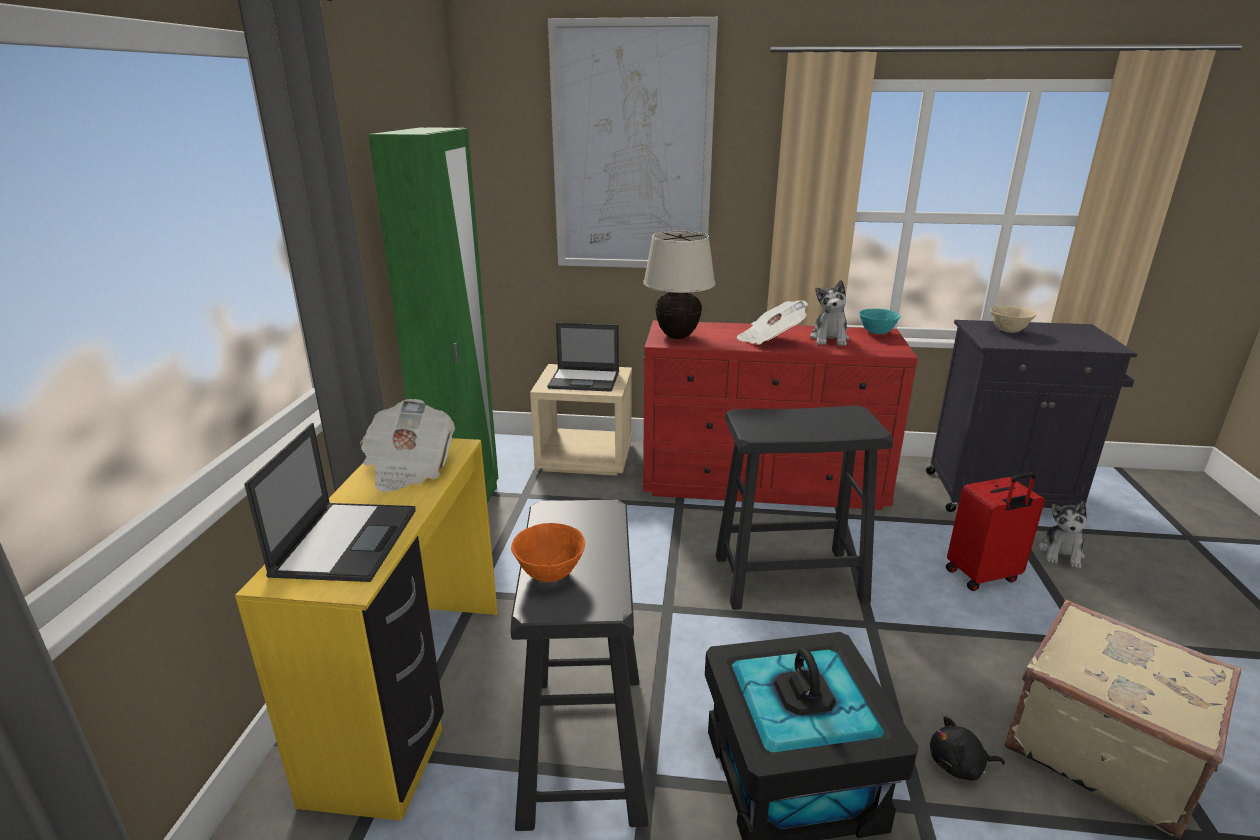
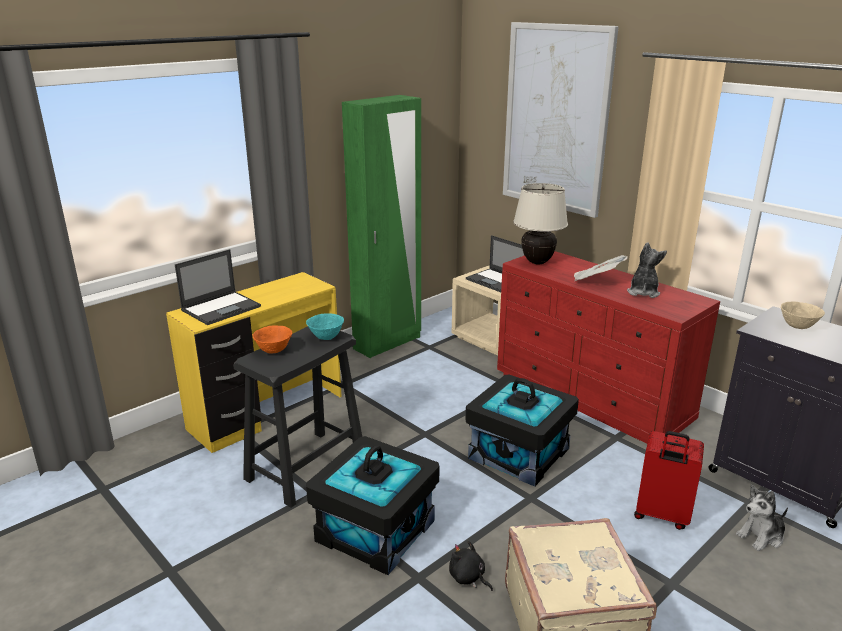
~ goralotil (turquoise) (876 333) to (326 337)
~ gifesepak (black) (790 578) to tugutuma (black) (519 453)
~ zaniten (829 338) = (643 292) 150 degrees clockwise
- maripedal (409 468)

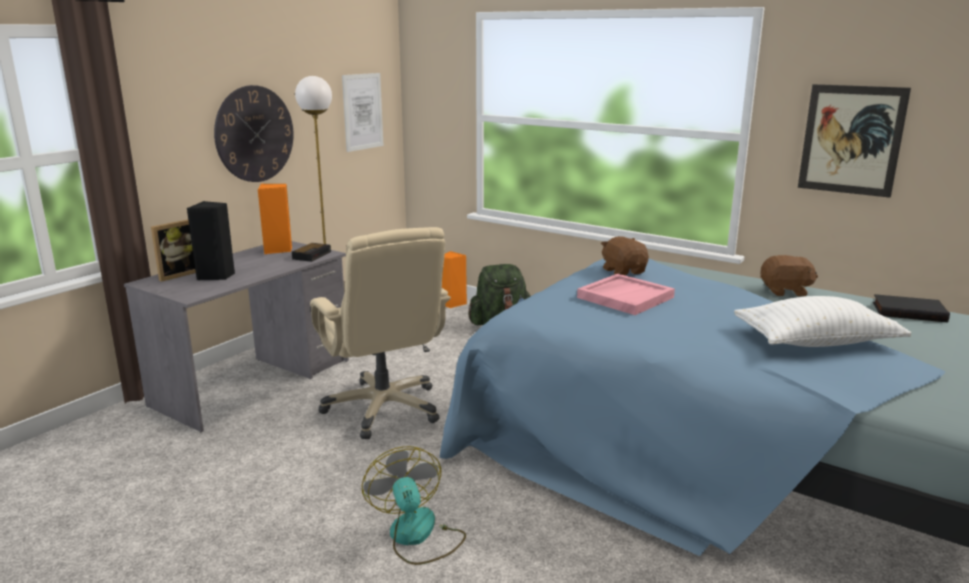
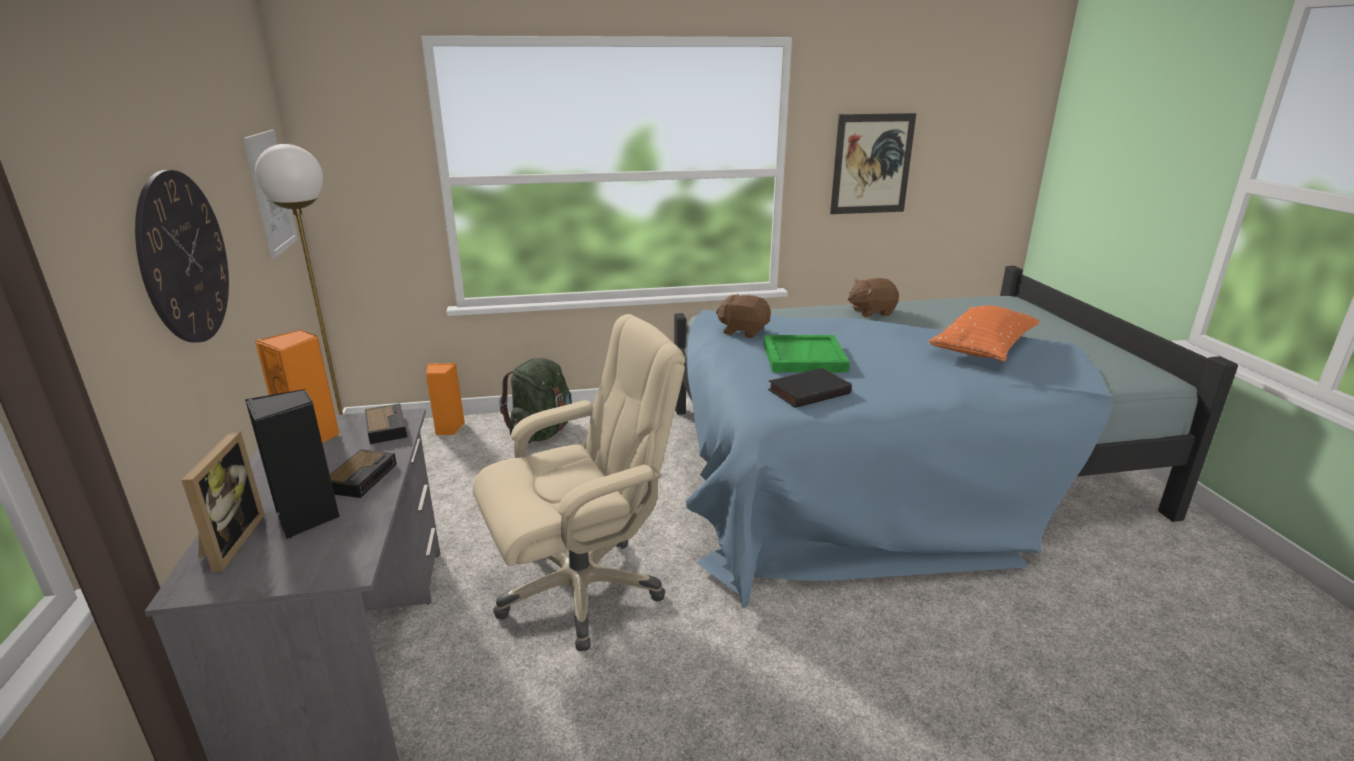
+ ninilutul (362 477)
~ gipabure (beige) (384 408) = (582 589) 45 degrees counterclockwise
~ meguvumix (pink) (625 297) to meguvumix (green) (803 357)
~ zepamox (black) (909 312) to (808 391)
~ zaniten (brown) (785 291) = (871 312) 150 degrees counterclockwise
~ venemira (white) (815 342) to venemira (orange) (982 349)
- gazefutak (417 536)

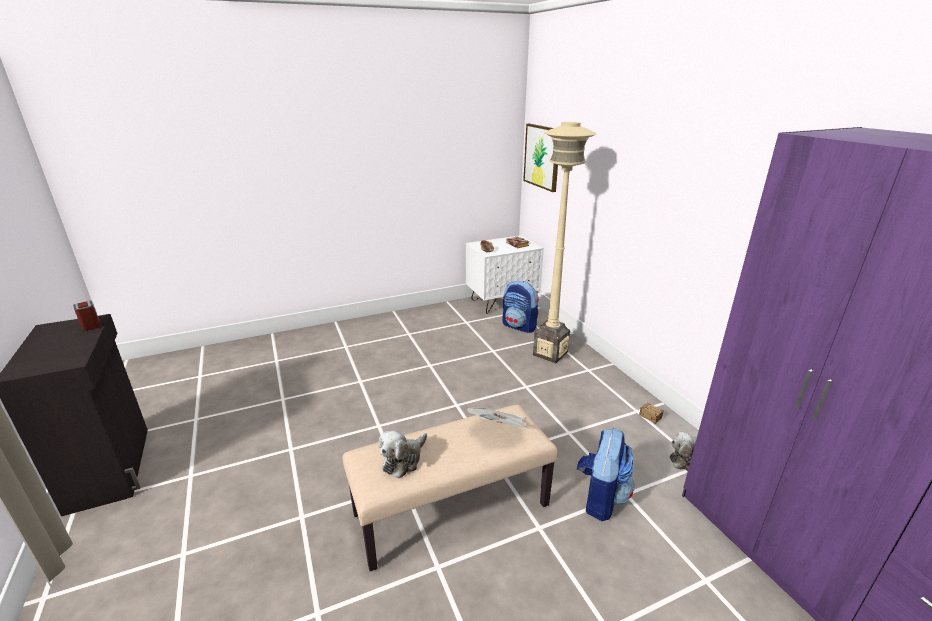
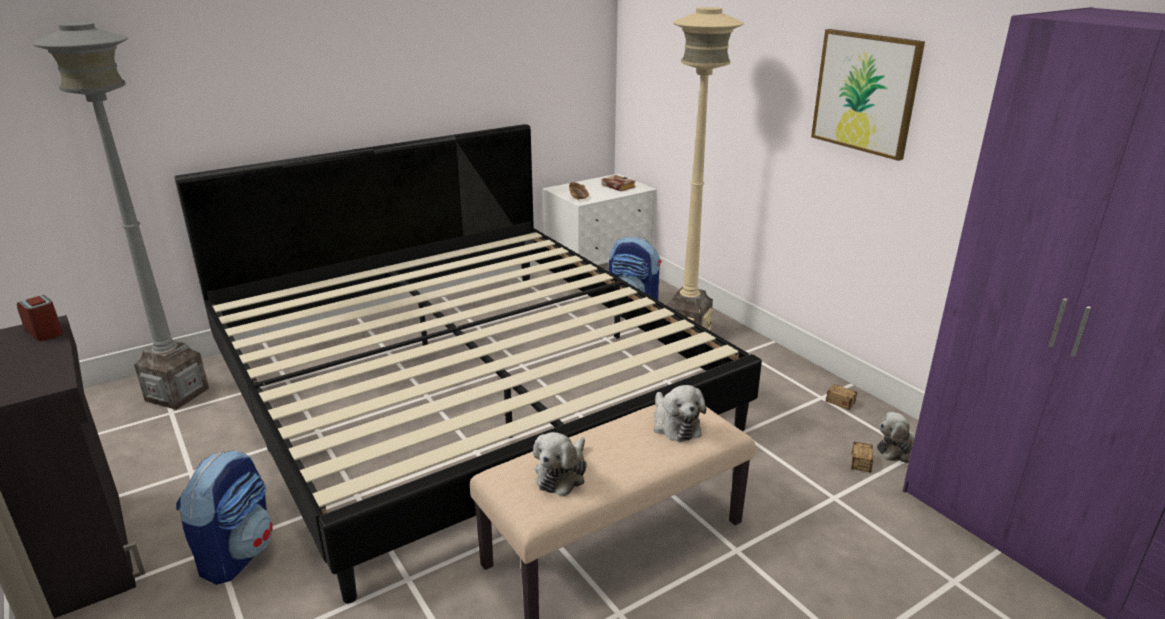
+ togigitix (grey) (177 394)
+ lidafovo (465 389)
~ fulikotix (600 498) to (237 553)
~ maripedal (499 429) to zaniten (675 424)
~ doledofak (542 156) to (865 92)
+ tugutuma (860 475)

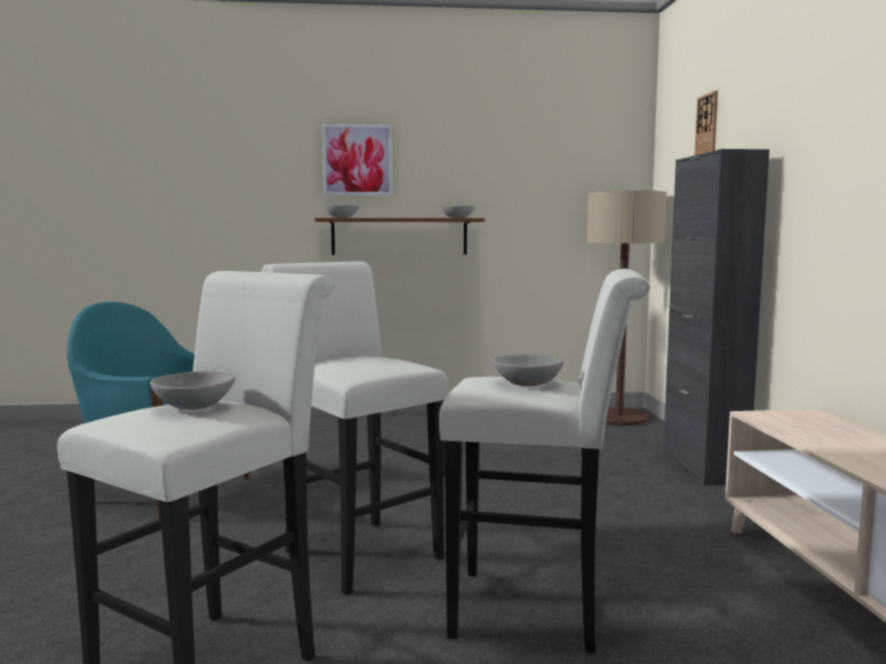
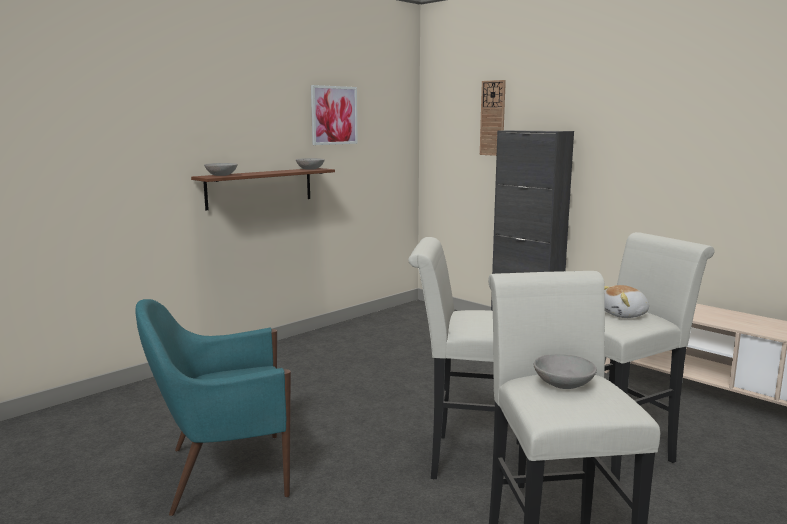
~ doledofak (357 160) to (334 115)
~ goralotil (grey) (527 384) to zaniten (624 315)
- togigitix (619 418)

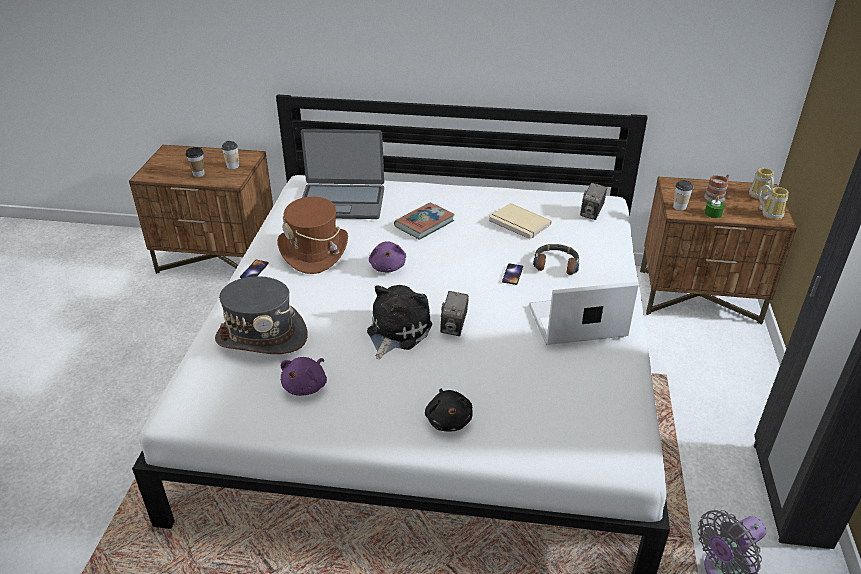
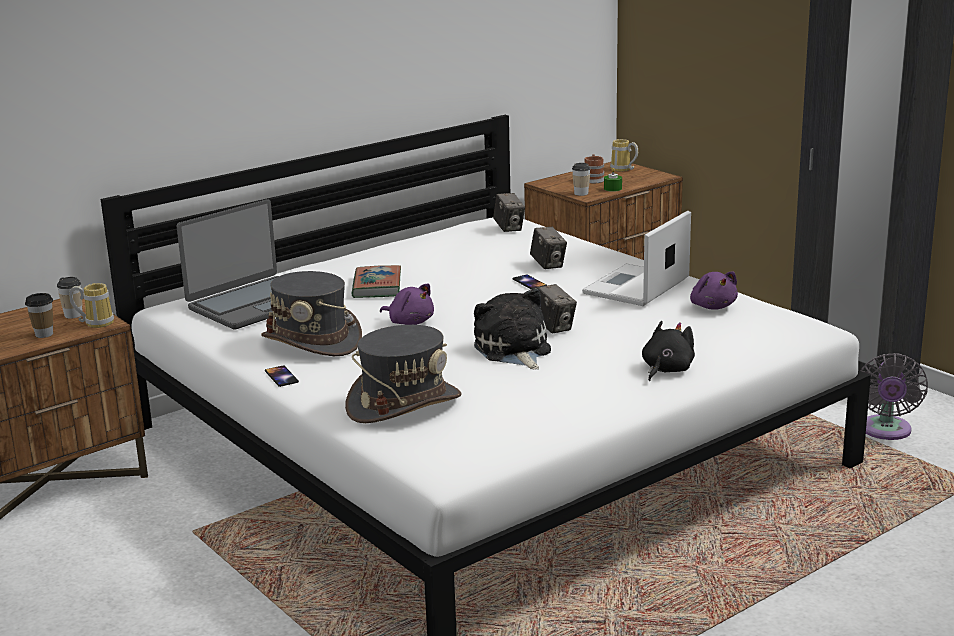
~ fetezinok (769 213) to (96 322)
~ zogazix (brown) (314 251) to zogazix (grey) (312 341)
~ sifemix (556 264) to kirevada (548 265)
~ zaniten (black) (448 420) = (666 370) 90 degrees counterclockwise
~ zaniten (purple) (306 386) to (712 306)
- zepamox (beige) (518 224)

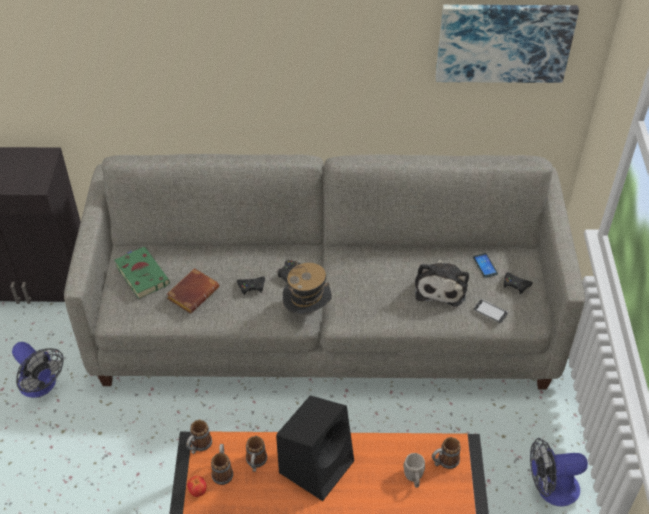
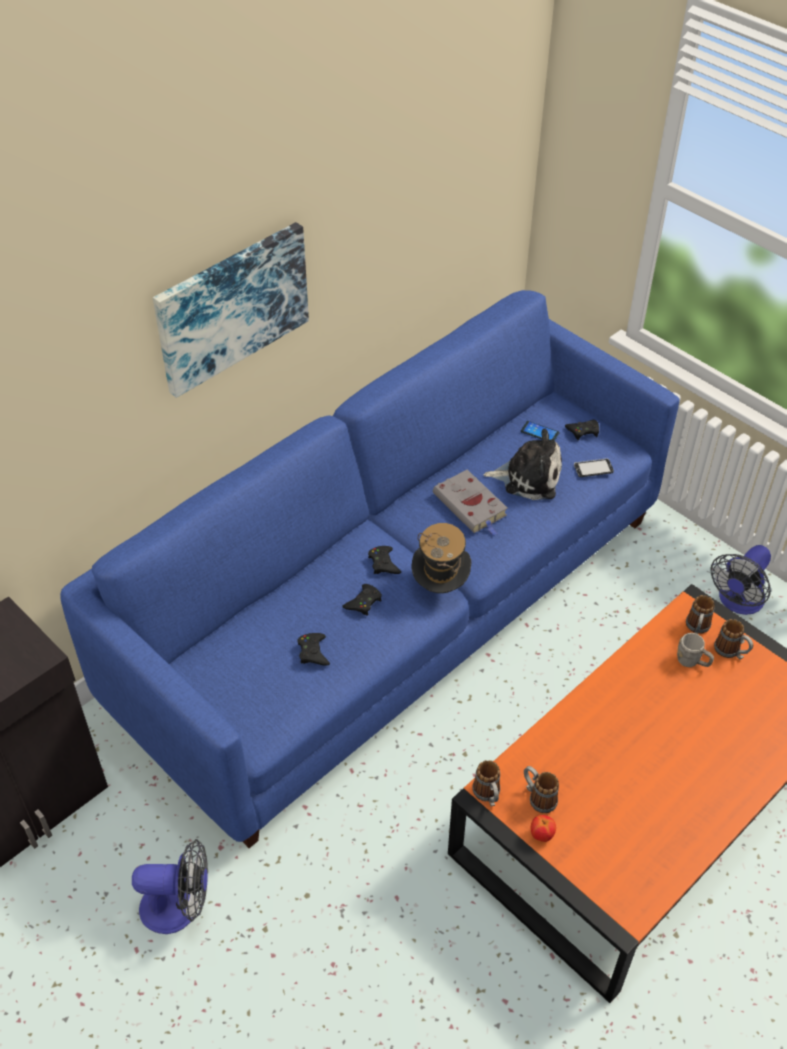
~ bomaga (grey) (325 322) to bomaga (blue) (392 608)
~ doledofak (504 41) to (231 307)
~ zepamox (brown) (193 292) to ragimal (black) (313 652)
+ zepamox (grey) (471 506)
~ zaniten (441 287) = (528 477) 45 degrees counterclockwise
~ fetezinok (255 463) to (731 652)
- zepamox (green) (141 274)
- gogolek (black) (317 465)

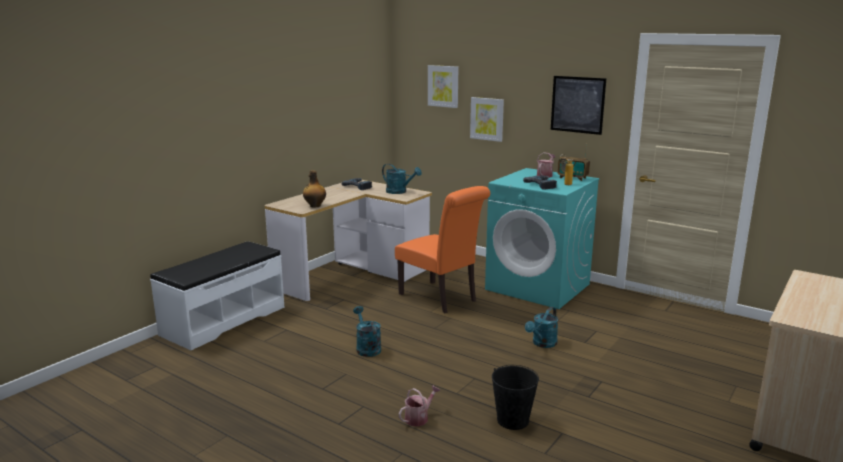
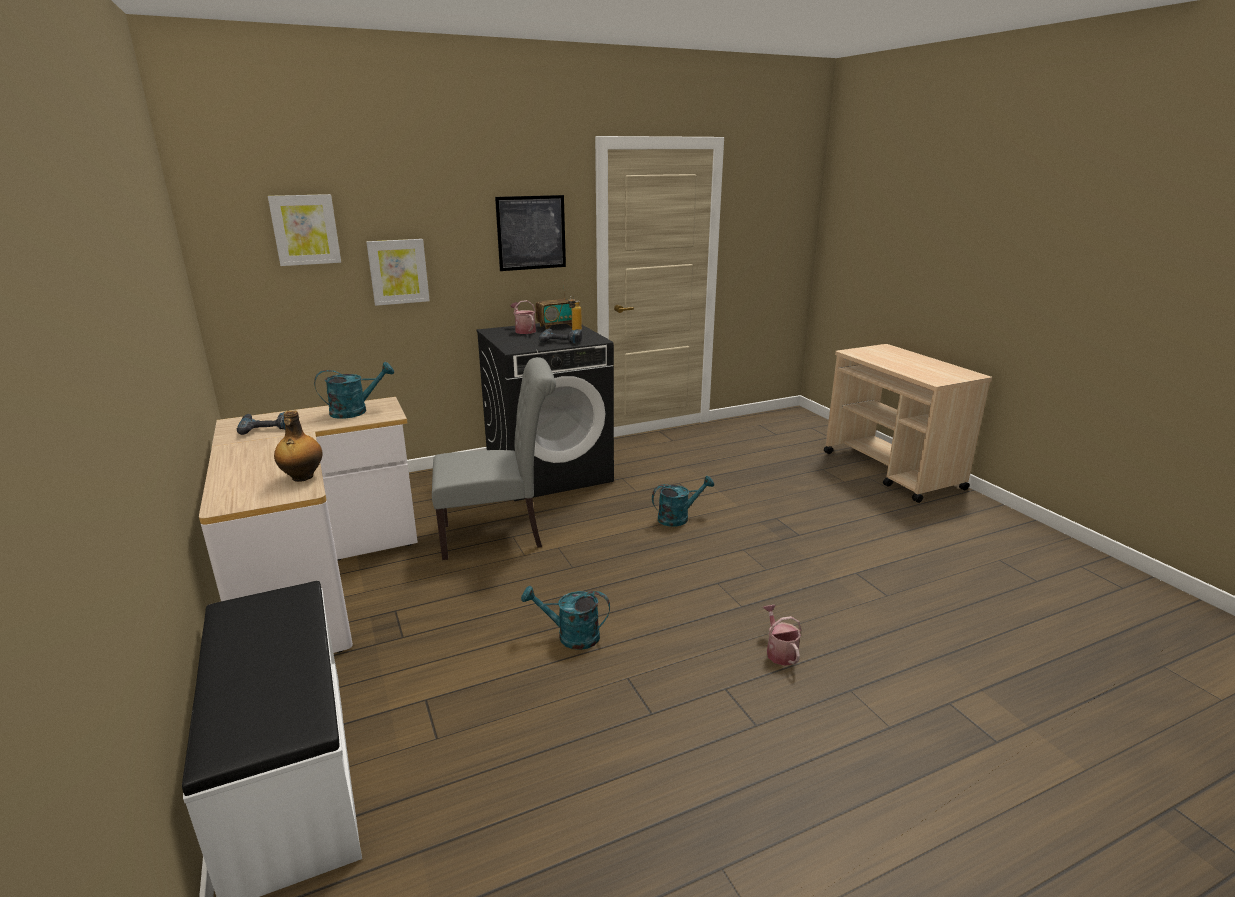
~ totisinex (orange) (441 298) to totisinex (grey) (499 535)
~ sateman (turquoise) (538 287) to sateman (black) (549 472)
~ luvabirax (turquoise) (542 344) = (678 518) 90 degrees counterclockwise
- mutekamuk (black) (512 420)

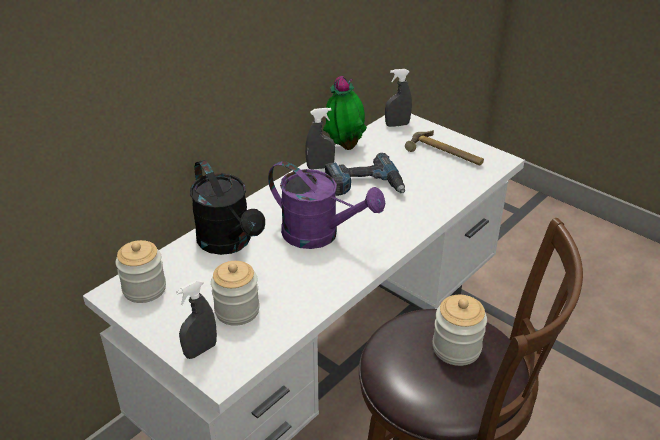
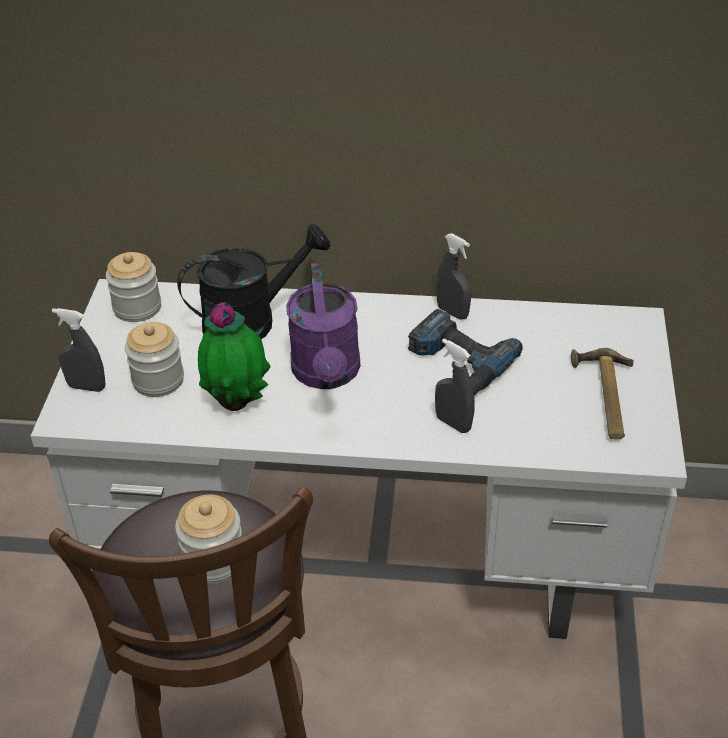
~ luvabirax (black) (229 243) = (252 320) 135 degrees counterclockwise
~ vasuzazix (345 146) to (237 402)
~ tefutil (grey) (397 125) to (453 423)

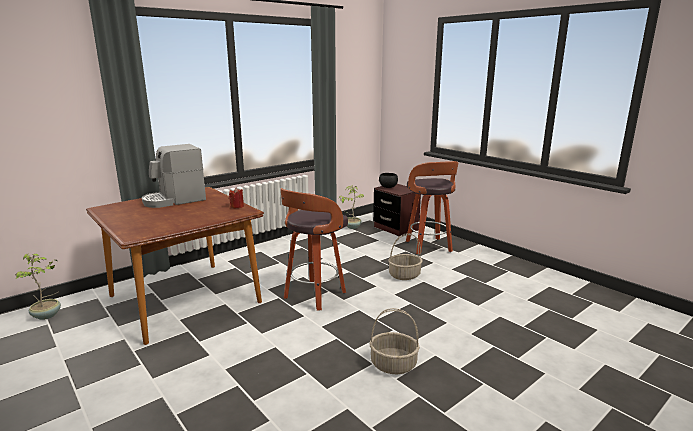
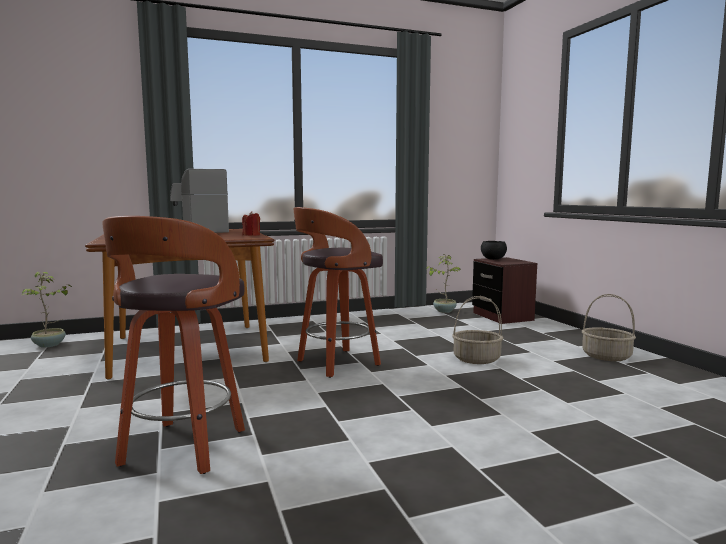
~ gifesepak (429 247) to (182 449)
~ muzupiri (394 364) to (607 356)

